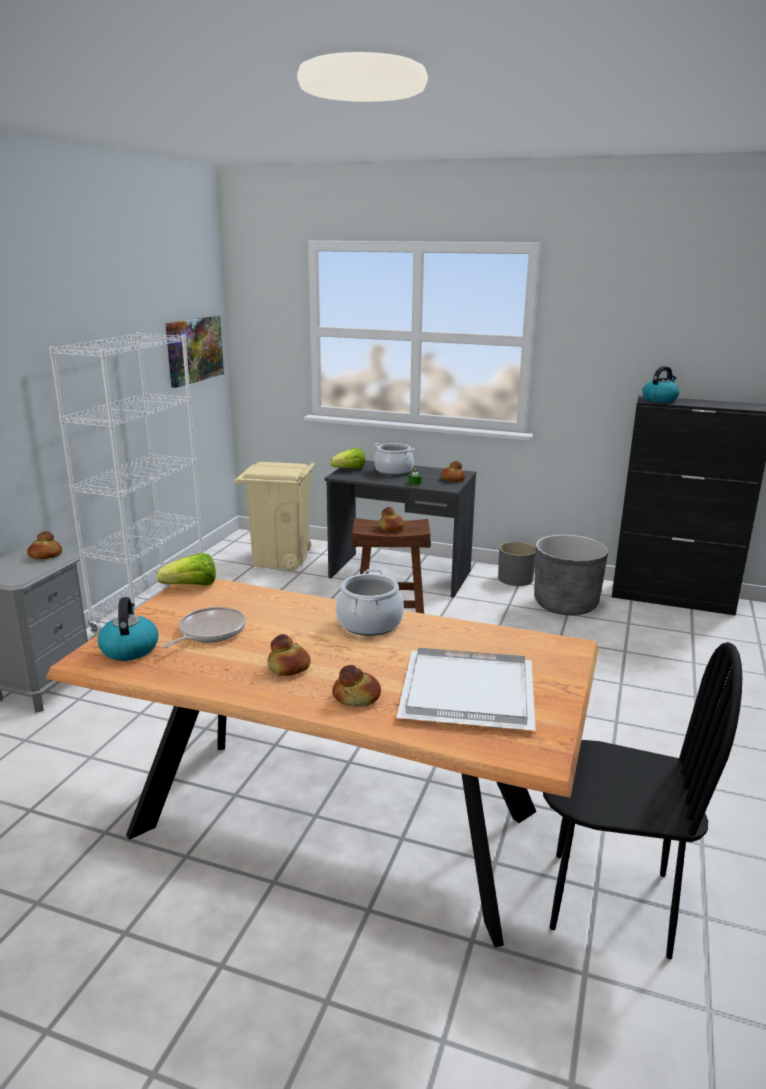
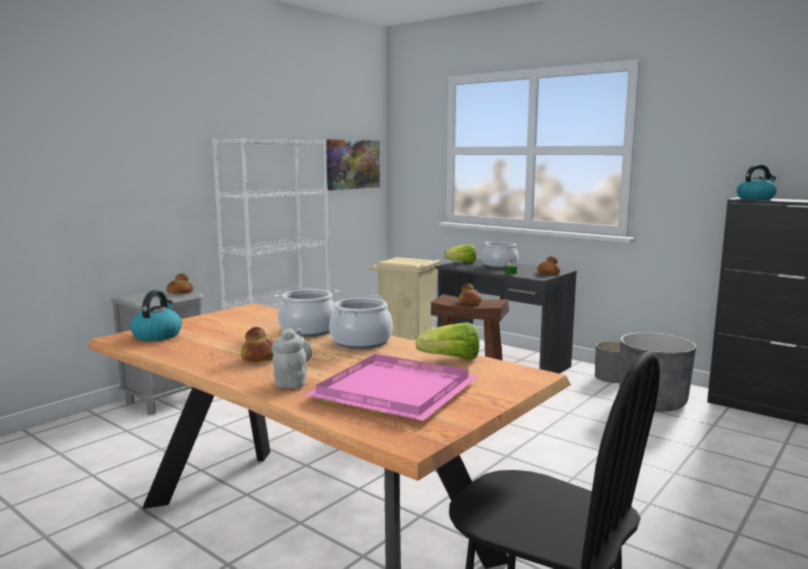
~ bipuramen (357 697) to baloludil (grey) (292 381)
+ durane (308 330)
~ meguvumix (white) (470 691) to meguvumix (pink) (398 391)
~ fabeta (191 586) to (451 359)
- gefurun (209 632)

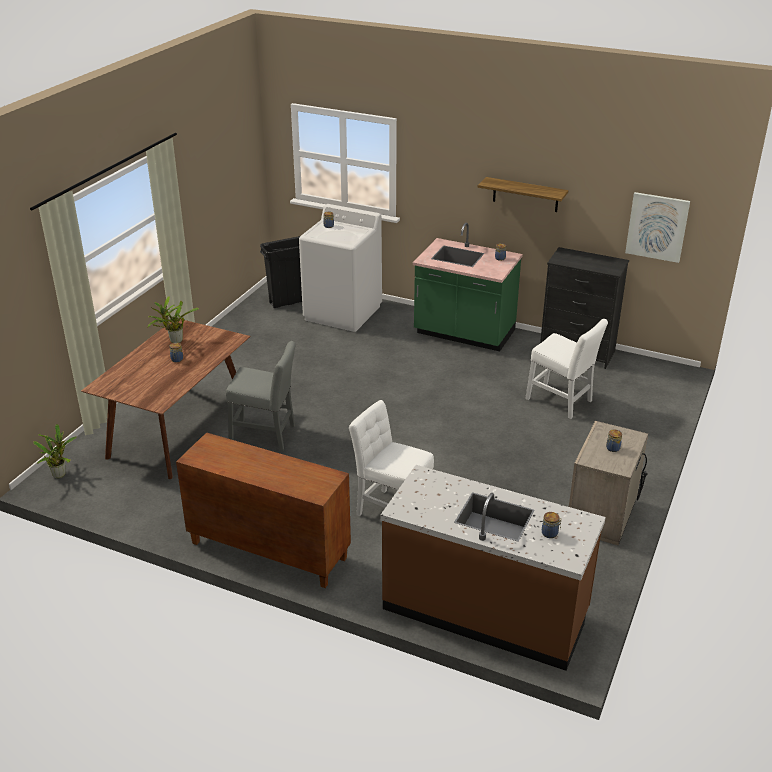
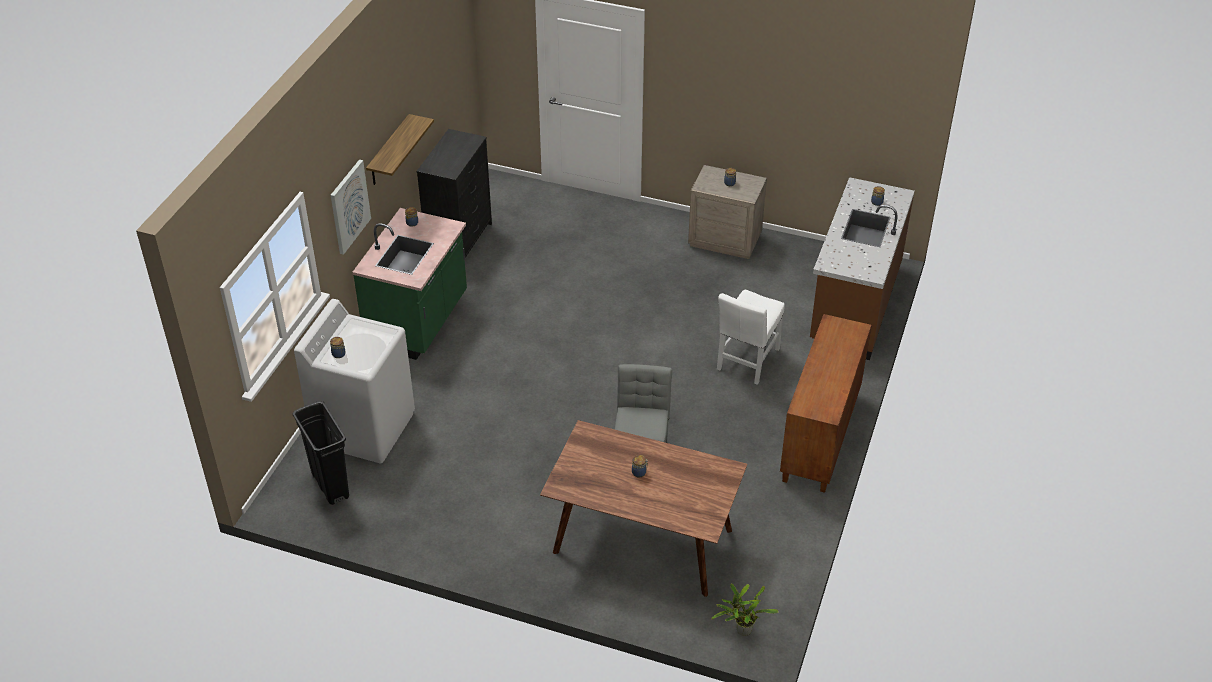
~ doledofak (657 227) to (349 206)
- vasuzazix (174 341)
- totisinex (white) (561 401)

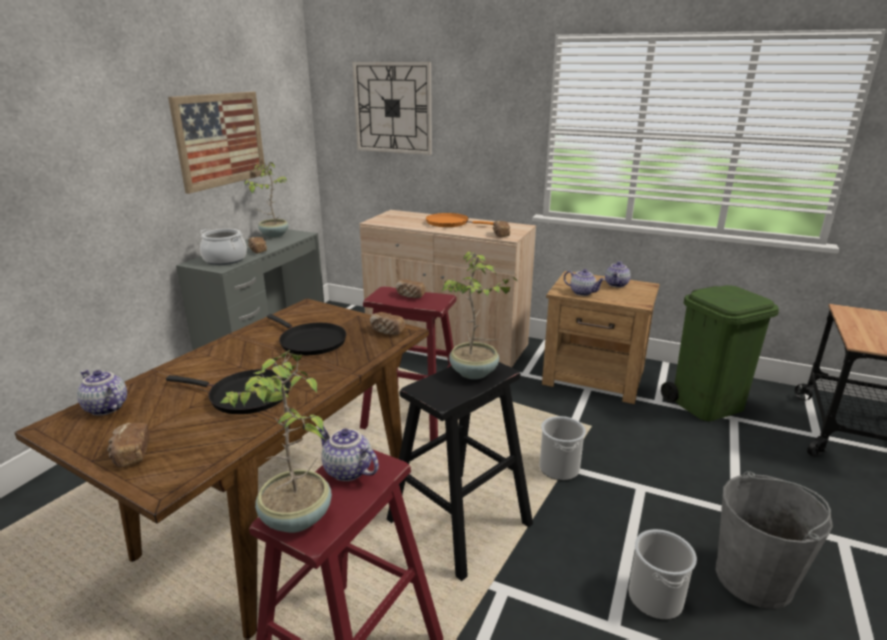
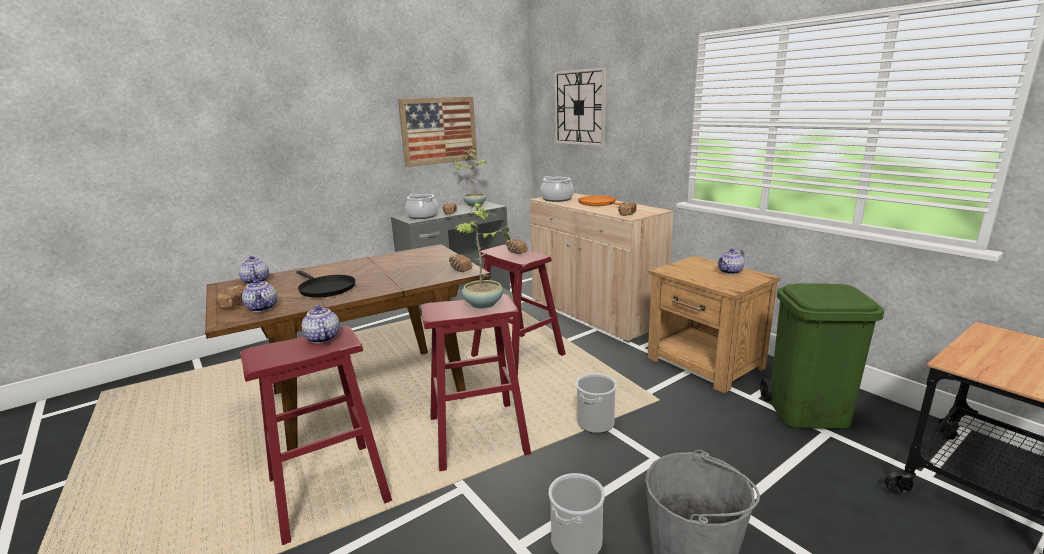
~ baloludil (583 292) to (263 308)
~ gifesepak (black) (459 522) to gifesepak (red) (477 434)
+ durane (557 199)
- vasuzazix (295 519)
- gefurun (black) (310 341)

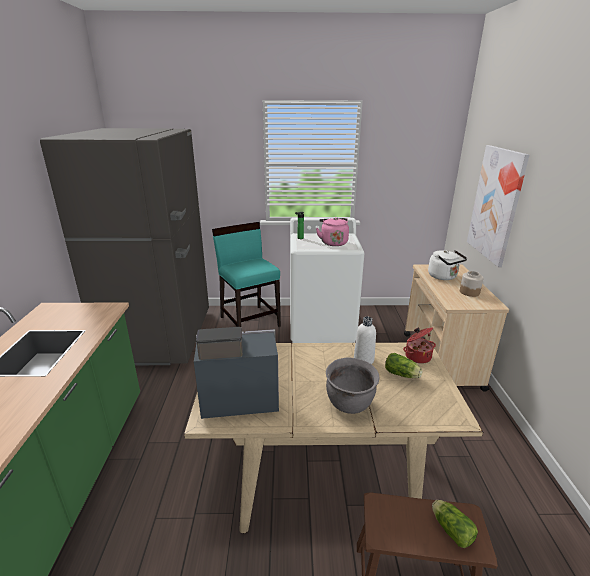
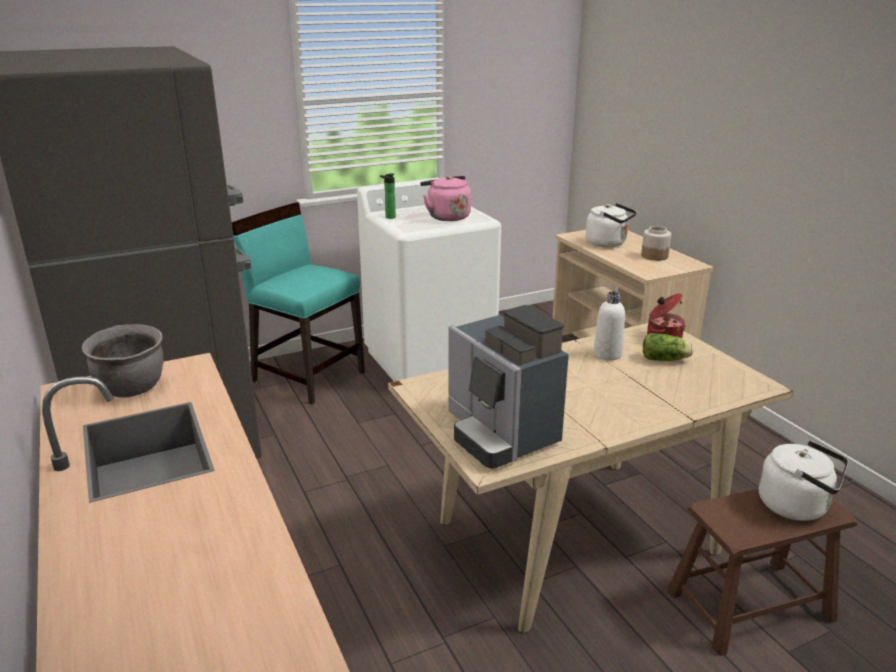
~ durane (grey) (350 404) to (133 388)
~ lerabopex (236 398) = (500 433) 90 degrees counterclockwise
~ fabeta (450 529) to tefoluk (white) (797 506)
- doledofak (496 204)

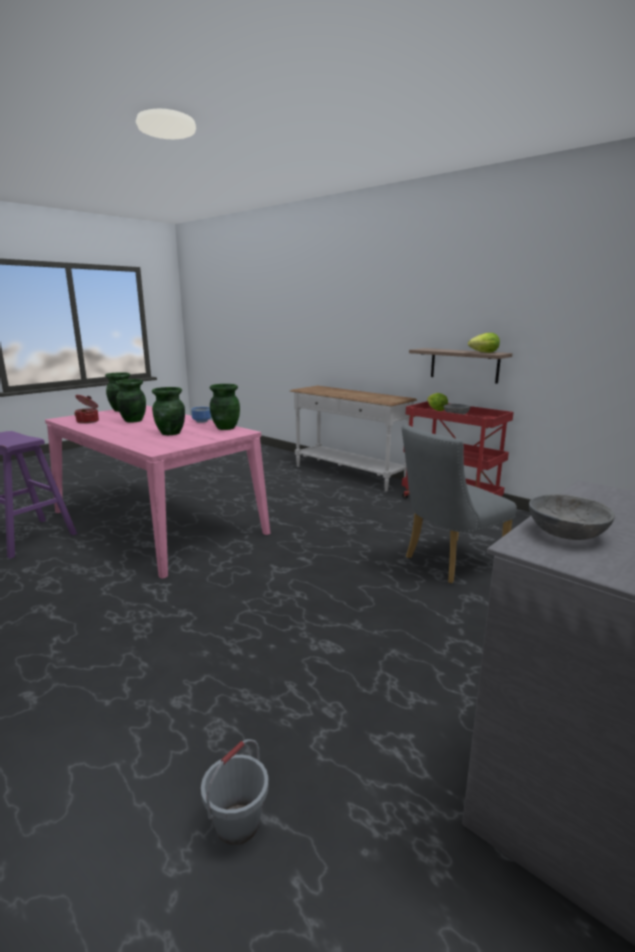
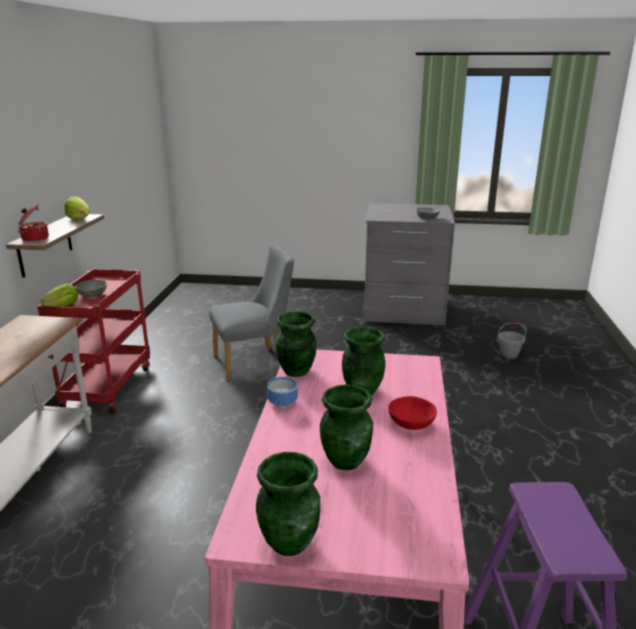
~ durane (88 421) to (34 238)
~ totisinex (grey) (448 562) = (255 362) 45 degrees counterclockwise
+ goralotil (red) (411 423)

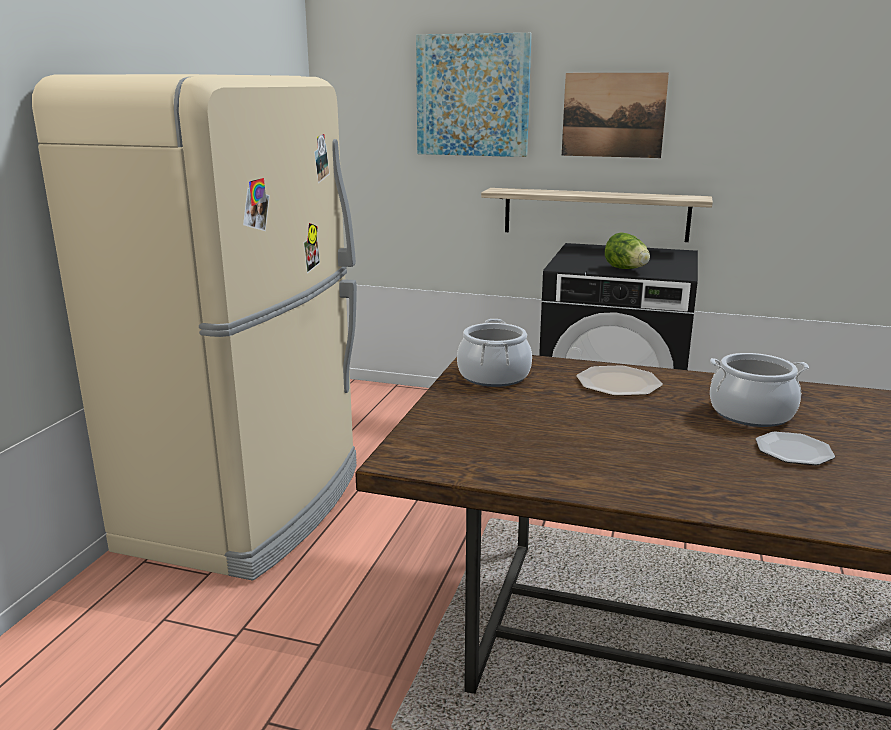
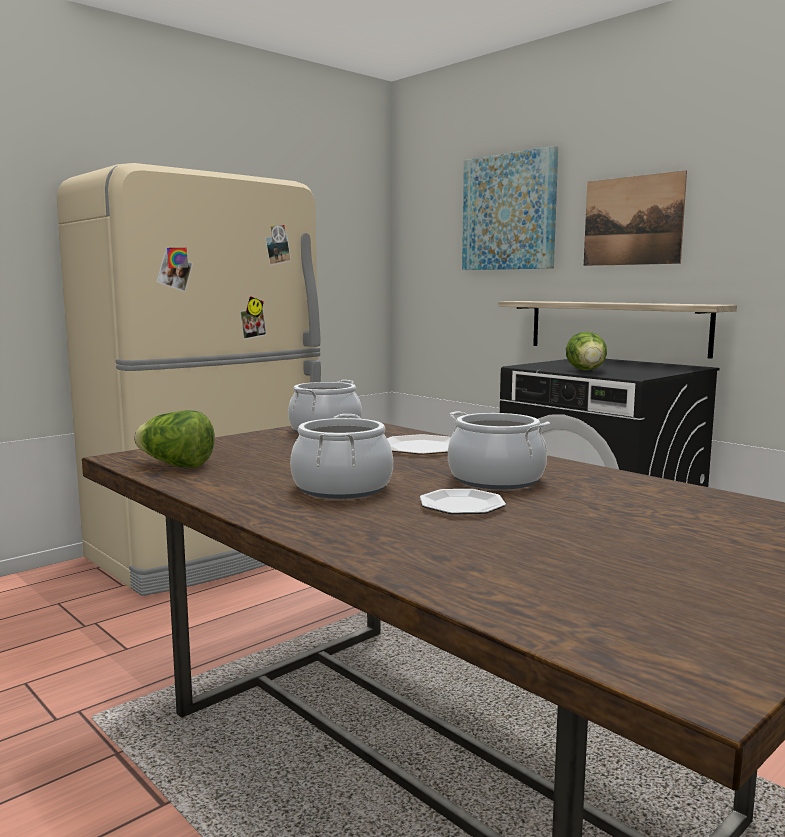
+ fabeta (176 465)
+ durane (342 488)

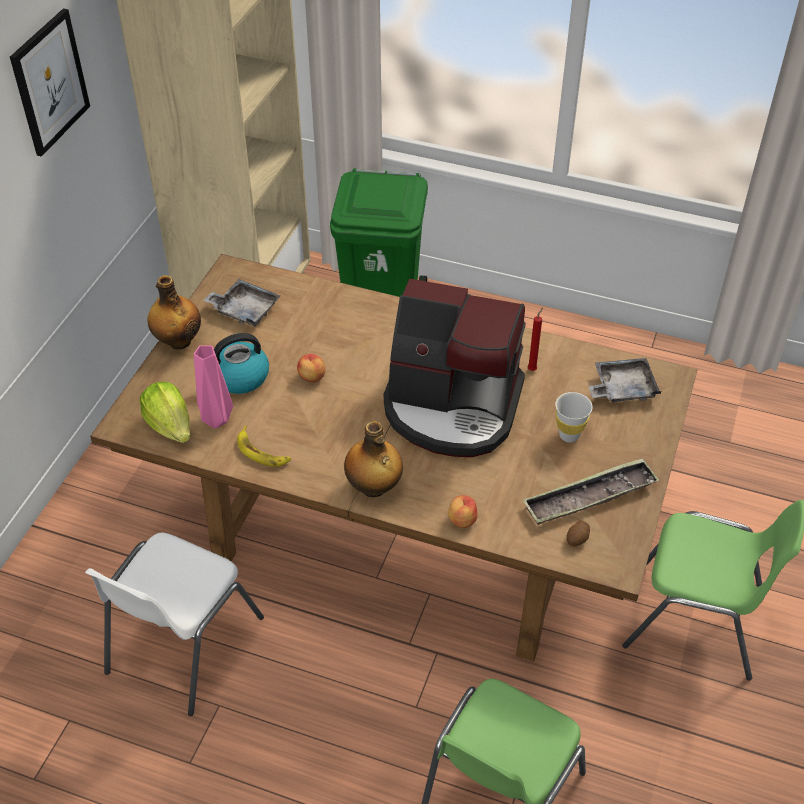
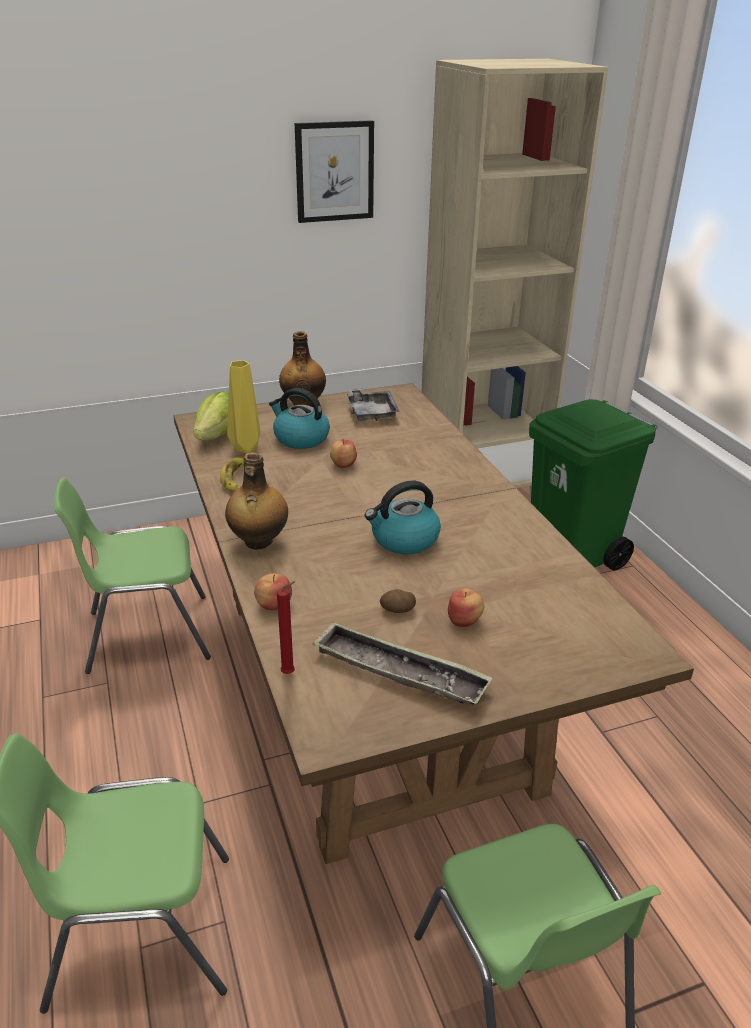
~ totisinex (white) (181 646) to totisinex (green) (146 634)
~ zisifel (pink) (218 419) to zisifel (yellow) (247 449)
~ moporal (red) (532 369) to (290 673)
~ lerabopex (452 407) to tefoluk (404 540)
~ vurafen (577 539) to (398 610)
~ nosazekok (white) (569 435) to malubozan (464 620)
- meguvumix (grey) (622 388)

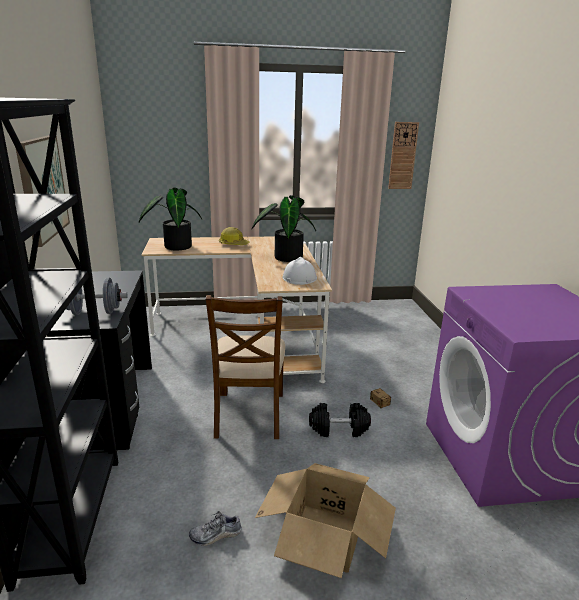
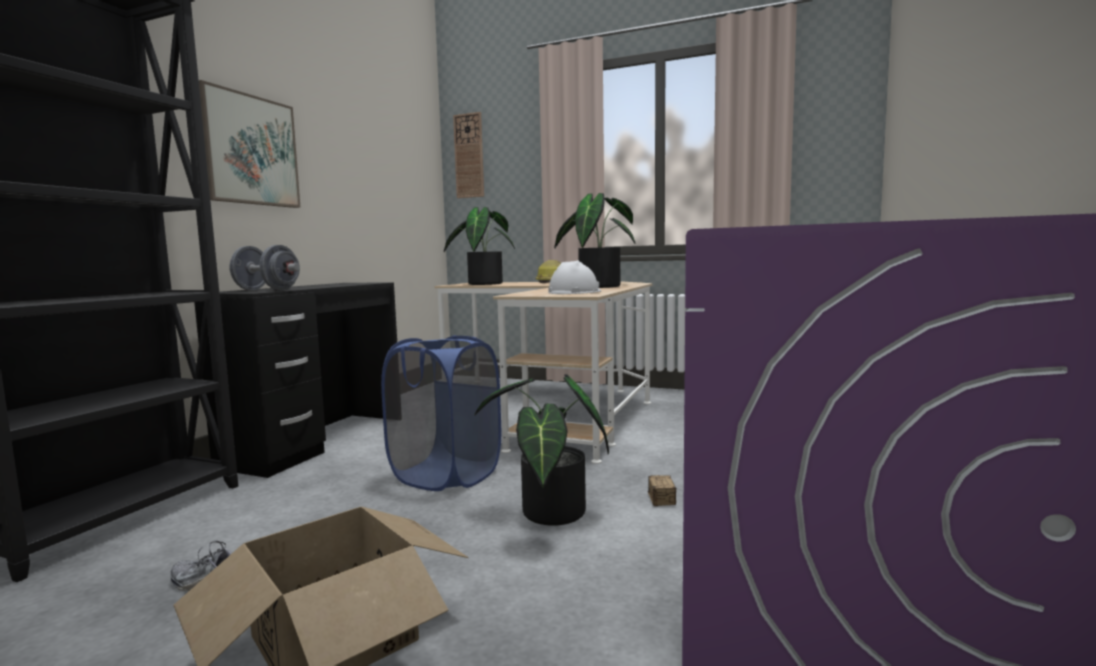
~ totisinex (brown) (248 414) to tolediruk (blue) (445 475)
~ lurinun (403 156) to (469 156)
~ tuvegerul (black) (338 429) to vasuzazix (548 515)

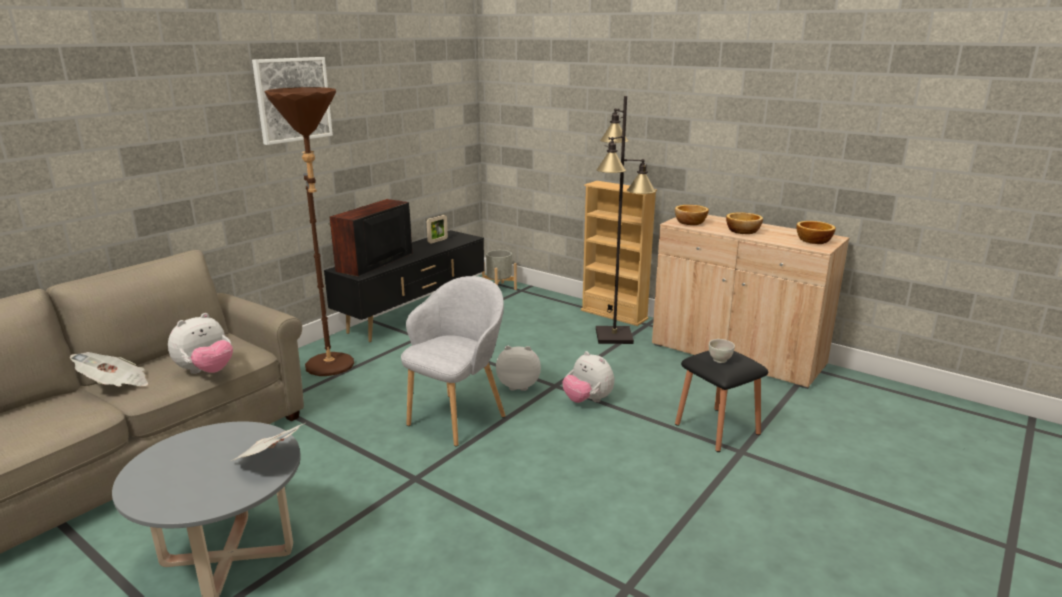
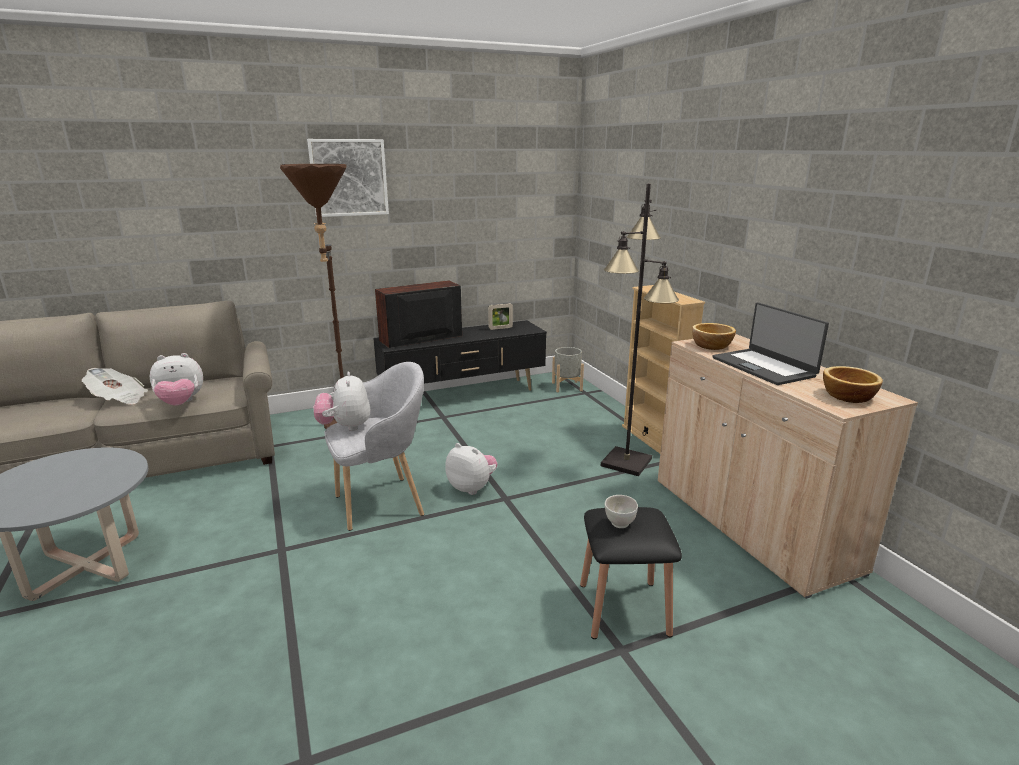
~ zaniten (587 400) to (345 427)
~ goralotil (743 231) to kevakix (764 367)
- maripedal (271 459)

